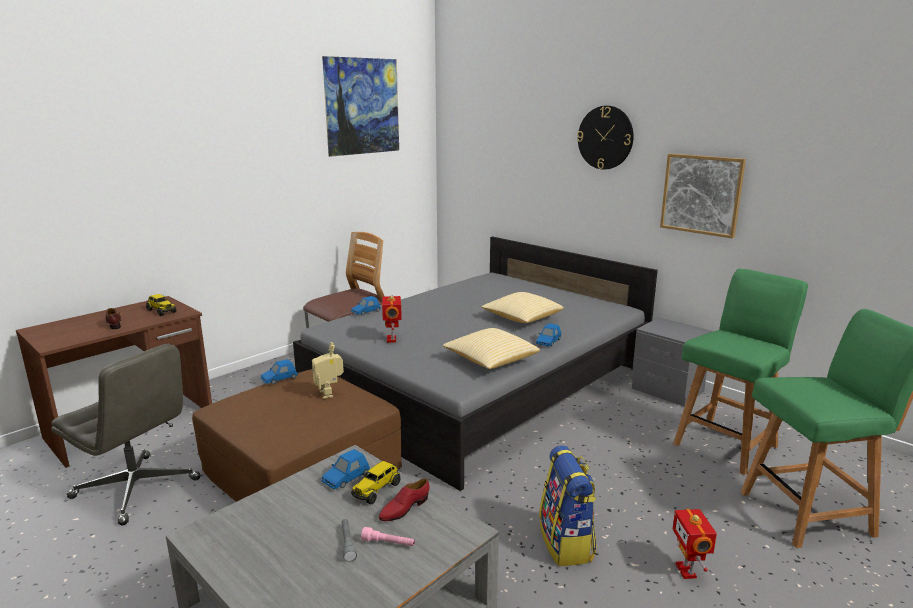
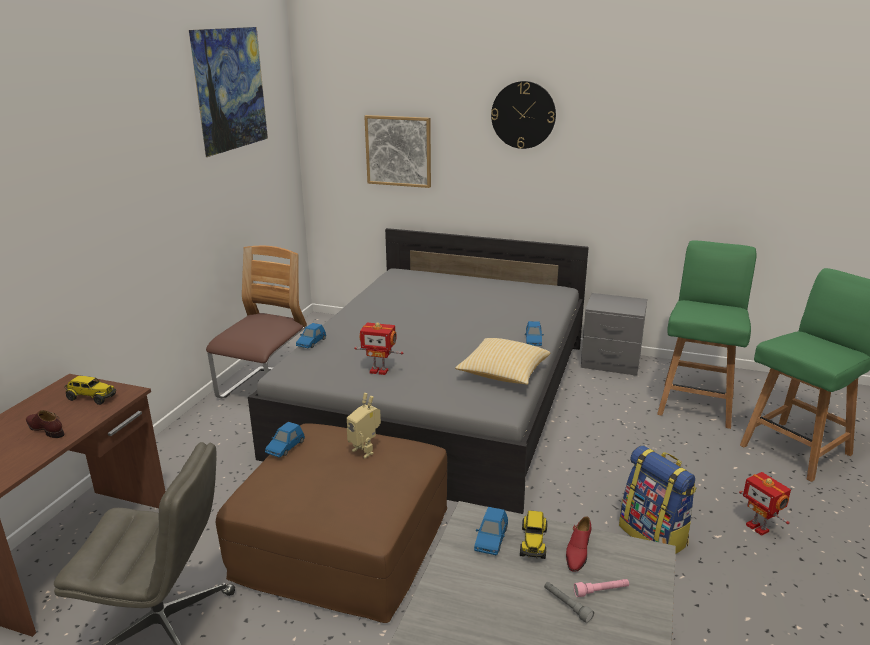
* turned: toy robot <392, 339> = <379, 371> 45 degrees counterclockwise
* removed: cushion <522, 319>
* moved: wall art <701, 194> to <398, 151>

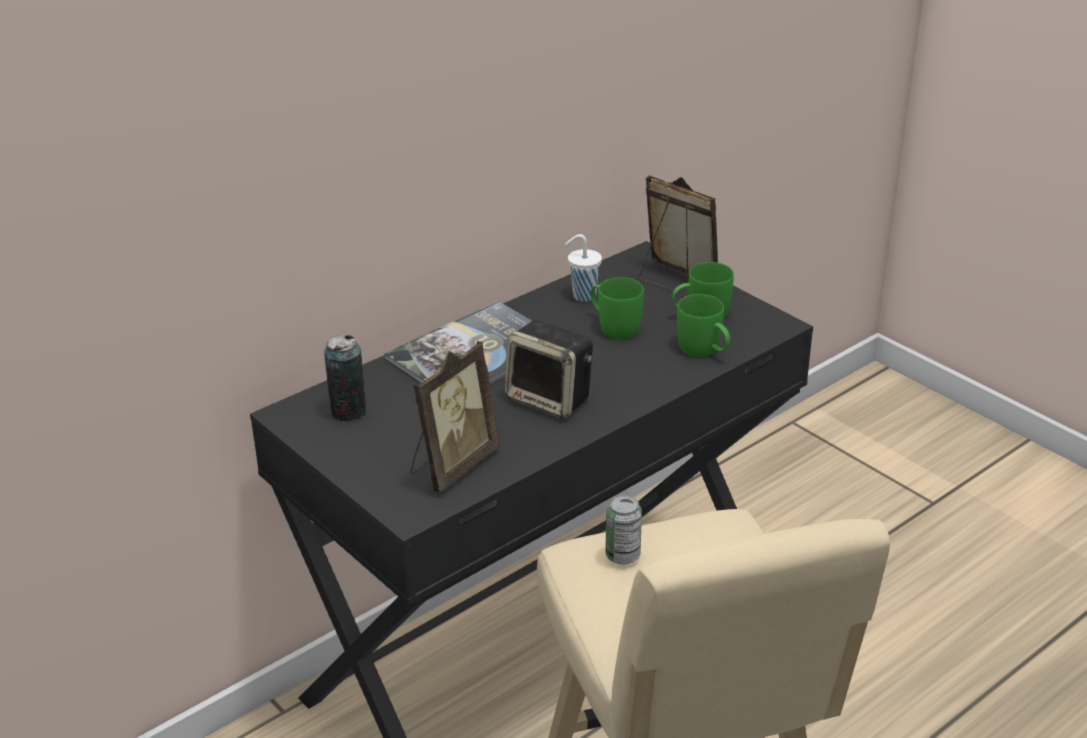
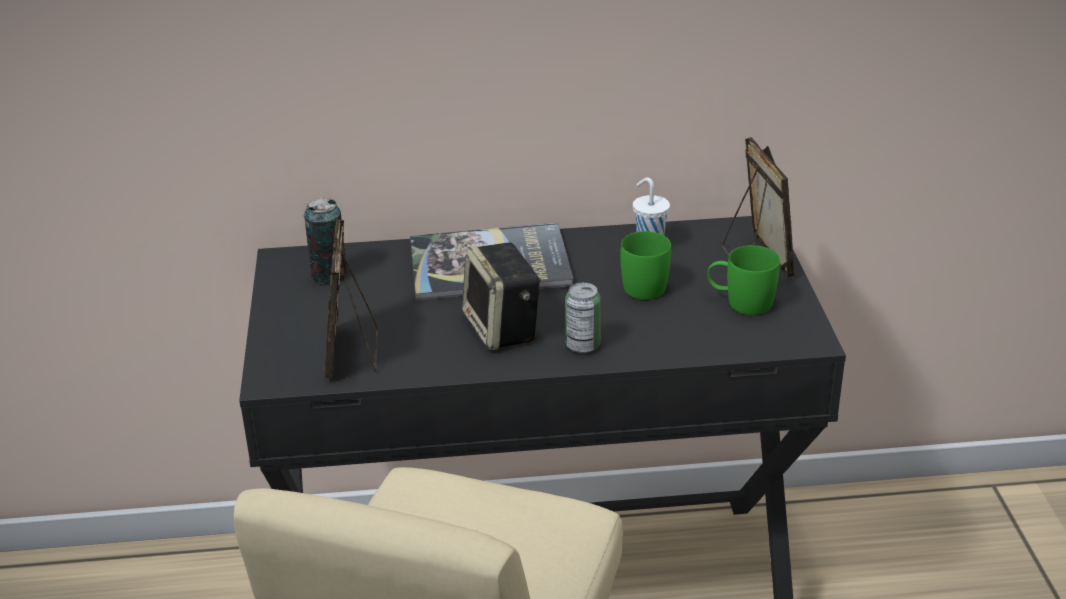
* turned: picture frame <452, 465> = <352, 353> 105 degrees clockwise
* moved: metal can <622, 555> to <582, 345>
* removed: tea mug (greenish) <704, 351>

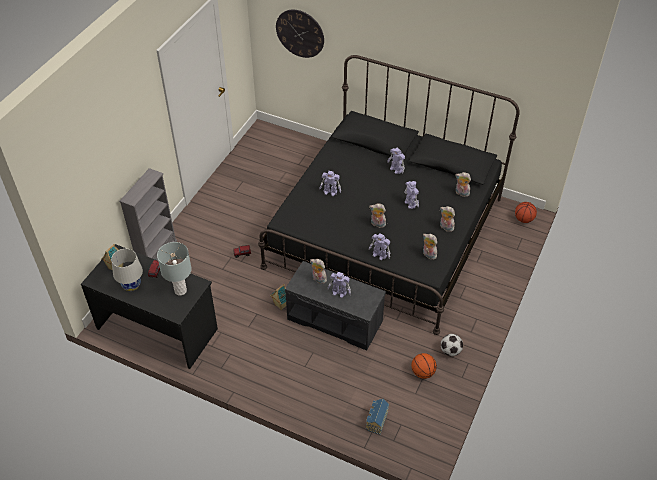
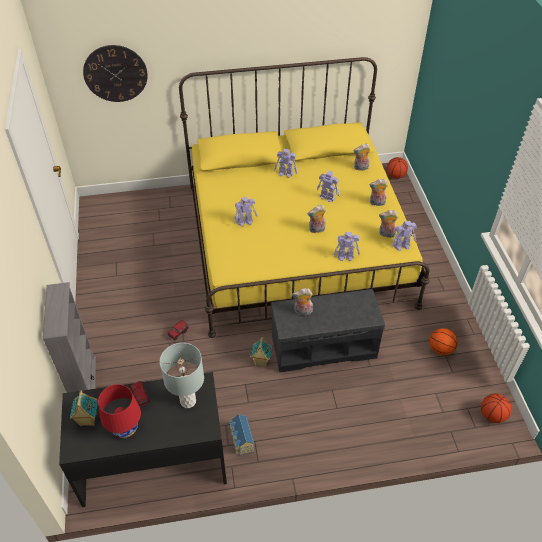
* recoloured: lamp for a table (white) <131, 285> to lamp for a table (red) <125, 428>
* recoloured: sleeping bed (black) <385, 232> to sleeping bed (yellowish) <295, 242>
* moved: toy robot <339, 293> to <402, 246>
* moved: miniature house <376, 420> to <241, 440>
* removed: ball for football <450, 351>
* added: basketball <492, 415>

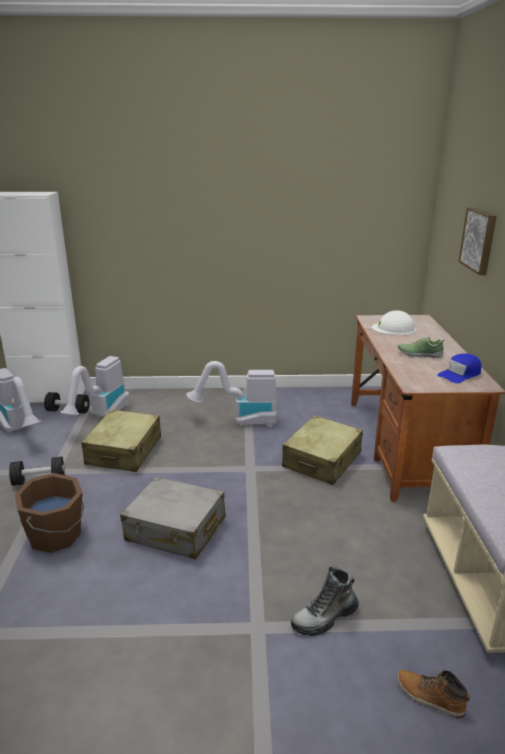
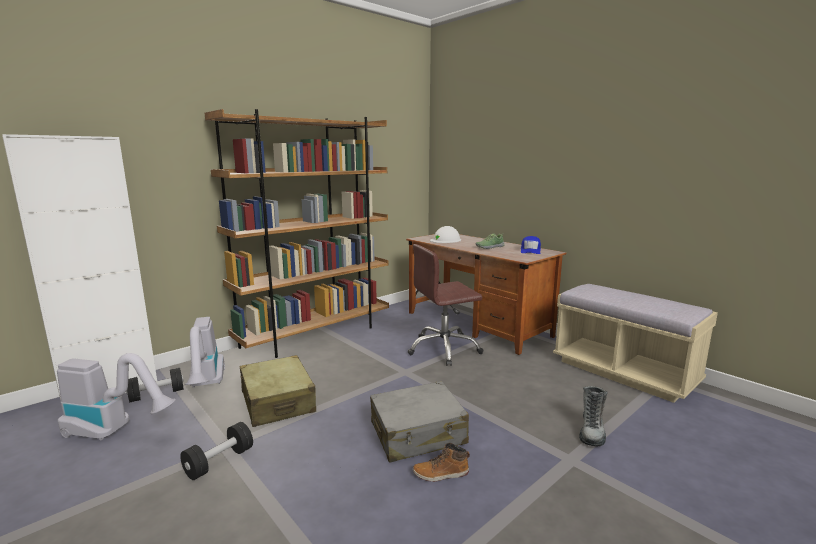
* removed: pail (brown) <56, 535>
* removed: hoover <240, 420>
* replaced: suitcase (sand-coloured) <322, 460> to desk chair (brown) <444, 349>
* moved: tall boot <429, 697> to <441, 474>
* removed: wall art <479, 240>
* added: shelving unit (brown) <316, 335>

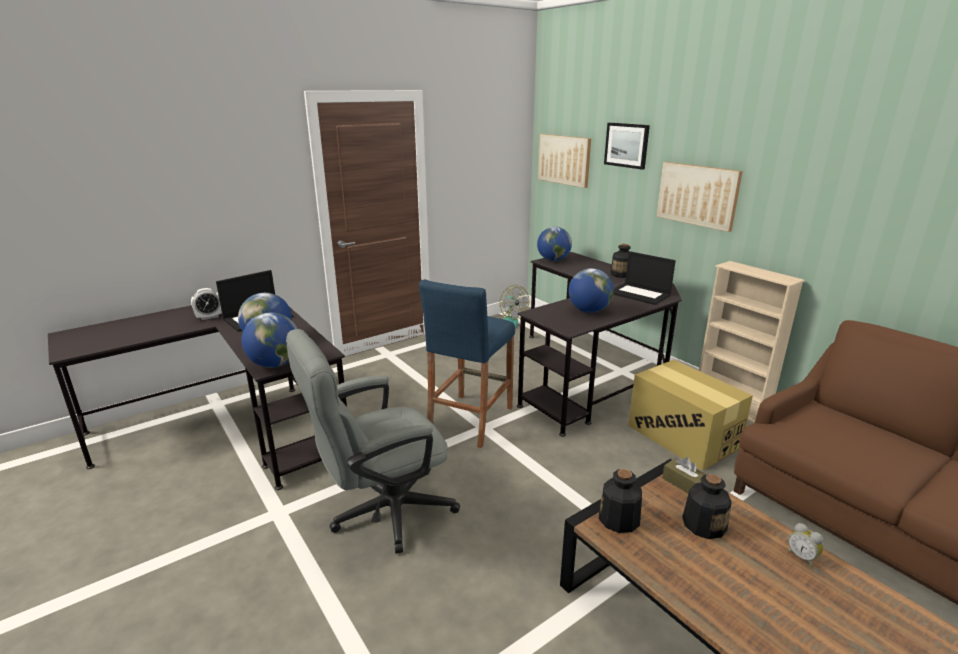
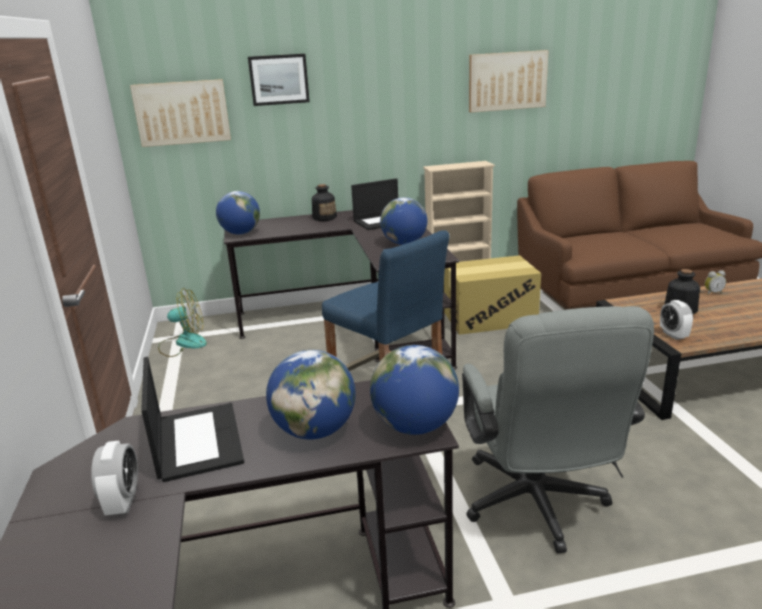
* replaced: beverage bottle <619, 519> to bedside clock <673, 335>
* moved: wall art <697, 195> to <507, 81>
* removed: box of tissues (brown) <684, 483>

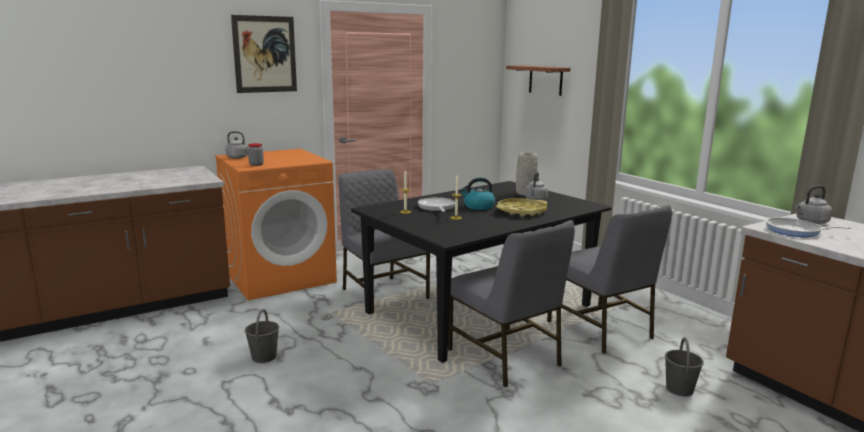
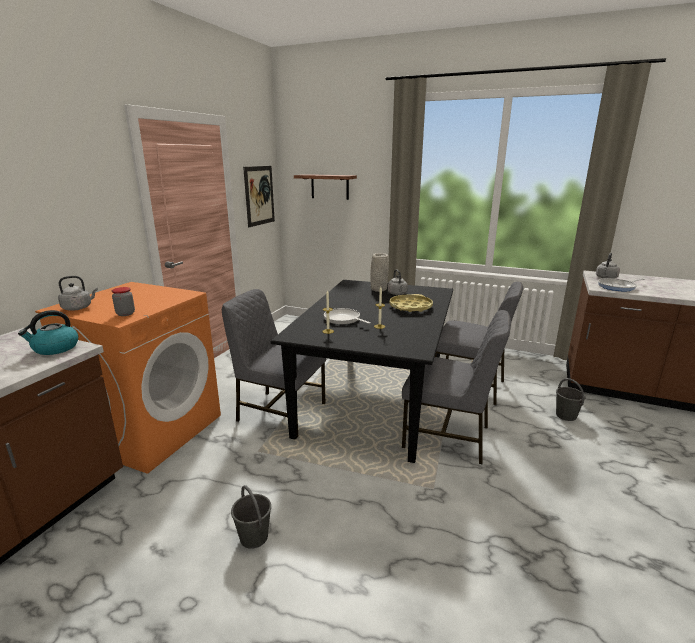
* moved: wall art <265, 54> to <259, 195>
* moved: kettle <478, 206> to <55, 348>

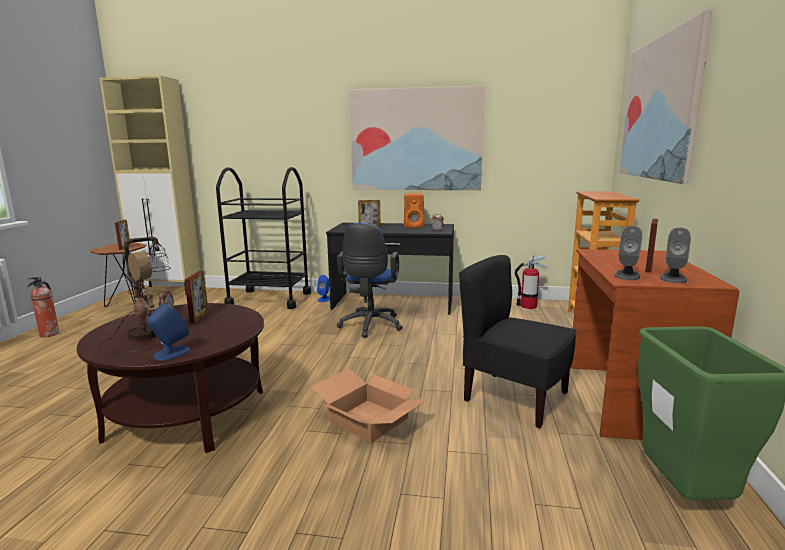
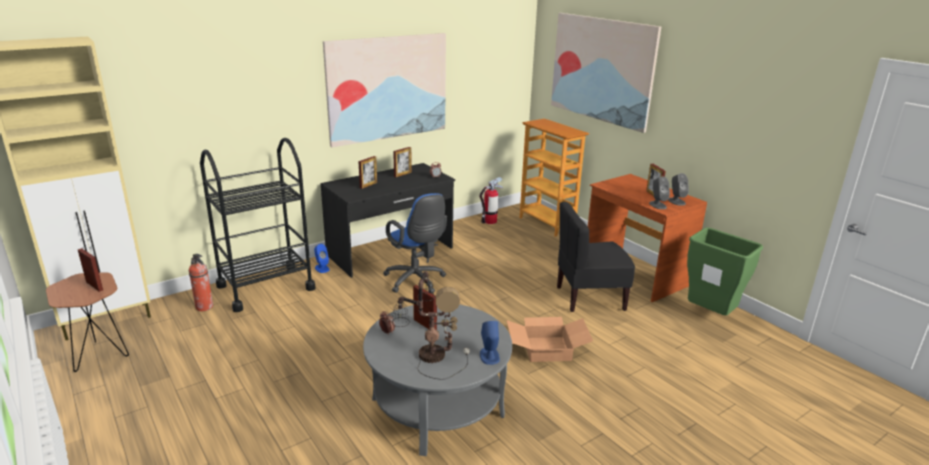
* moved: fire extinguisher <48, 334> to <205, 307>
* recoloured: low table (brown) <187, 414> to low table (gray) <437, 406>
* replaced: speaker (orange-coloured) <414, 226> to picture frame <402, 174>

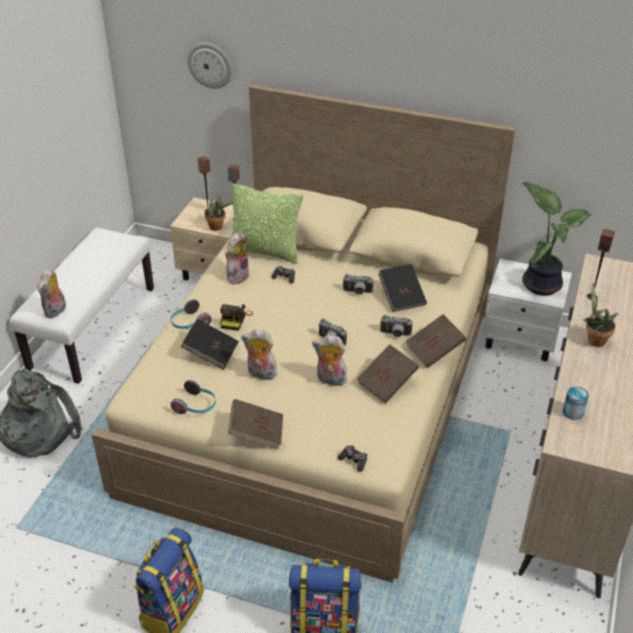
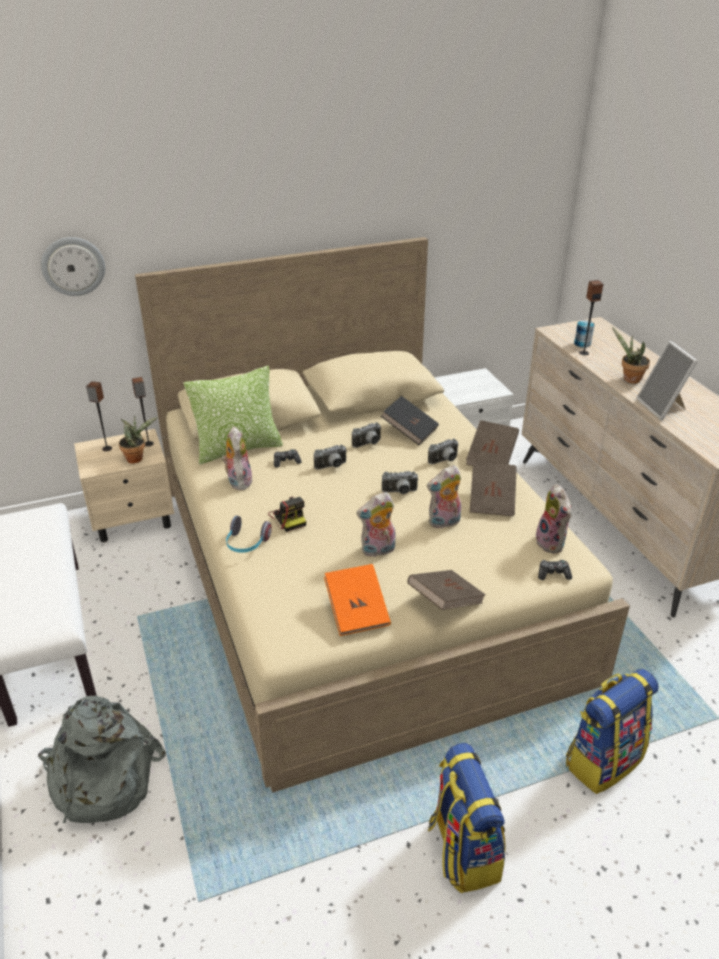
* moved: soft toy <56, 312> to <552, 543>
* replaced: pair of headphones <196, 406> to volume (orange-coloured) <357, 612>
* removed: volume (black) <211, 353>
* removed: houseplant <541, 283>
* moved: metal can <573, 412> to <582, 343>
* added: still camera <332, 466>
* added: picture frame <662, 407>

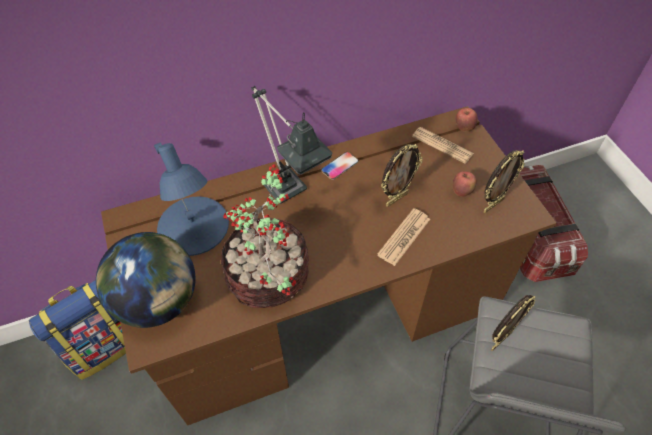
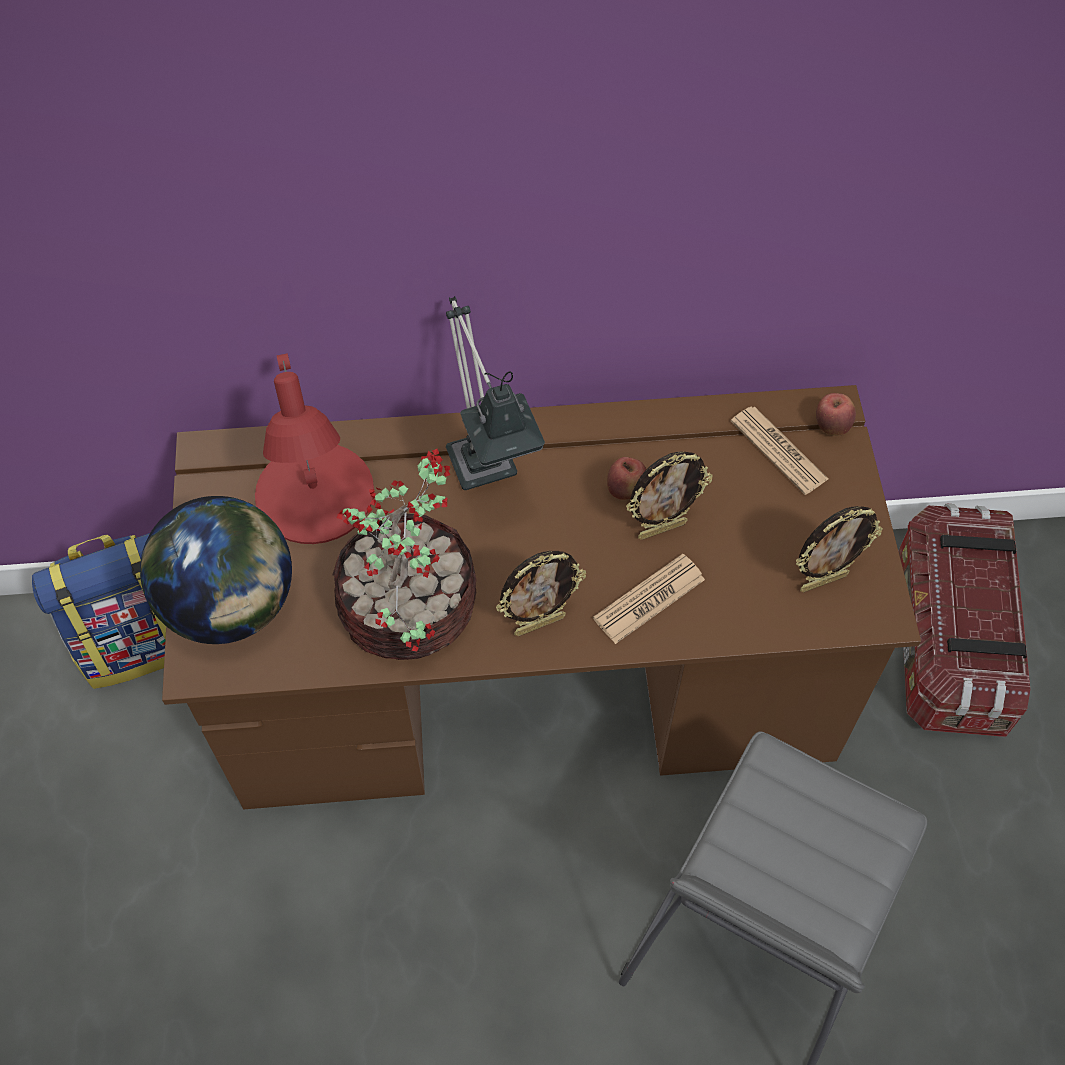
* recoloured: lamp for a table (bluish) <193, 226> to lamp for a table (red) <314, 495>
* removed: phone <339, 166>
* moved: apple <462, 191> to <625, 490>
* moved: picture frame <500, 339> to <539, 624>

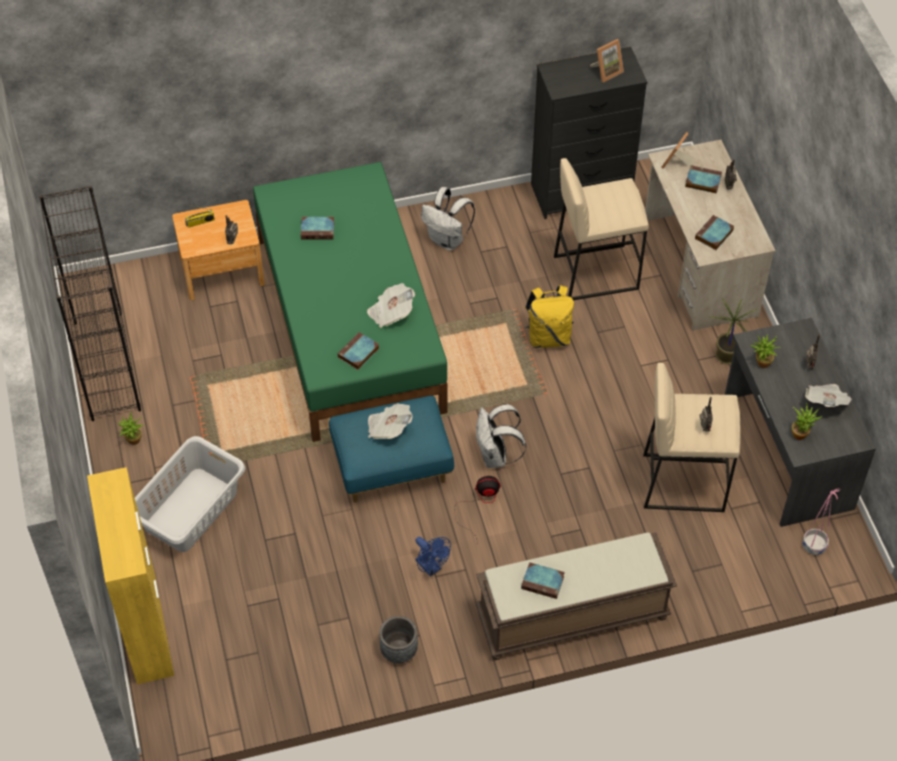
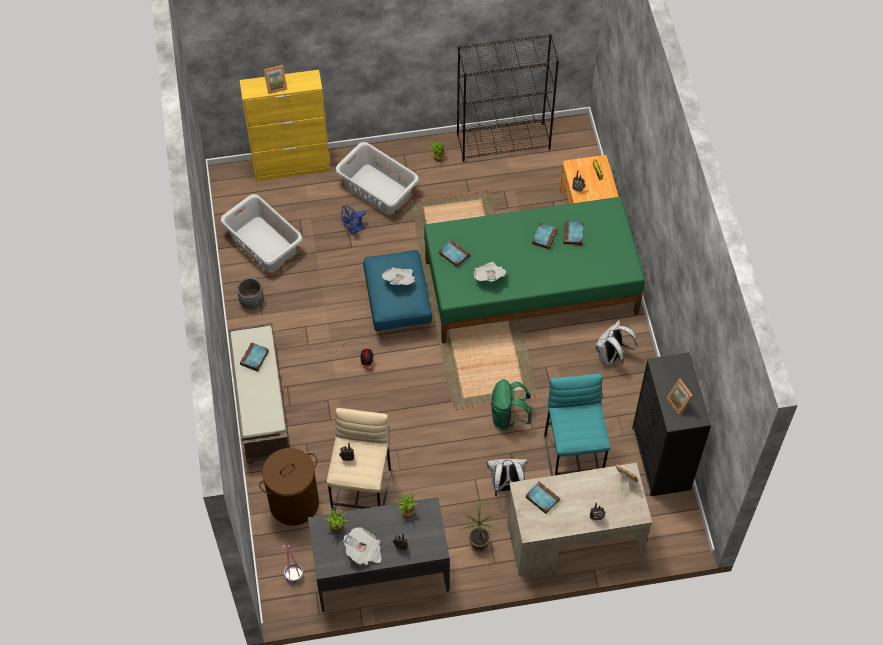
* moved: electric fan (bluish) <431, 567> to <353, 230>
* moved: backpack (white) <495, 456> to <506, 486>
* recoloured: backpack (yellowish) <548, 337> to backpack (greenish) <508, 417>
* recoloured: stool (sand-coloured) <596, 272> to stool (blue-green) <573, 459>
* moved: volume <702, 181> to <544, 237>
* added: laundry basket (gray) <264, 243>
* added: laundry basket (brown) <294, 502>
* added: picture frame <275, 86>

